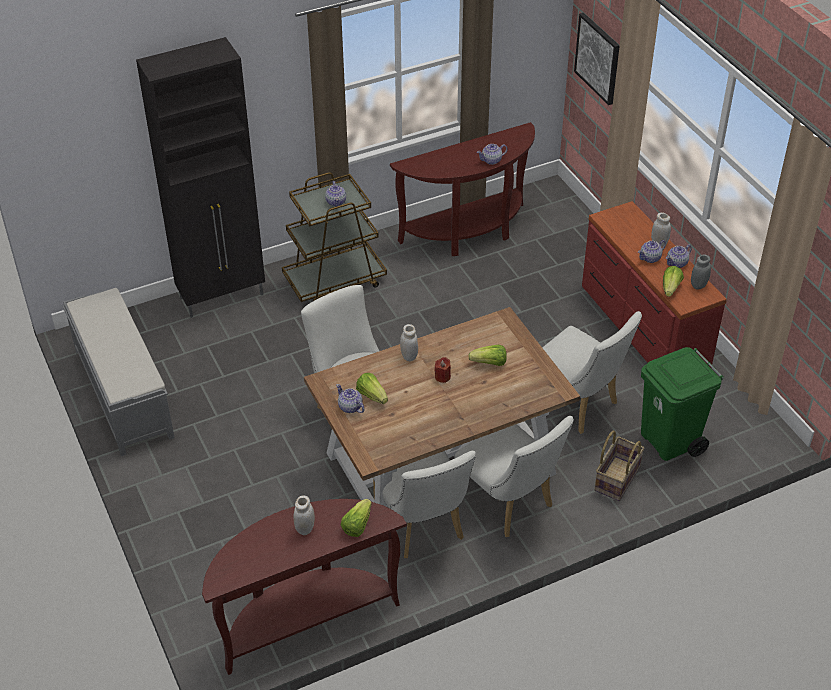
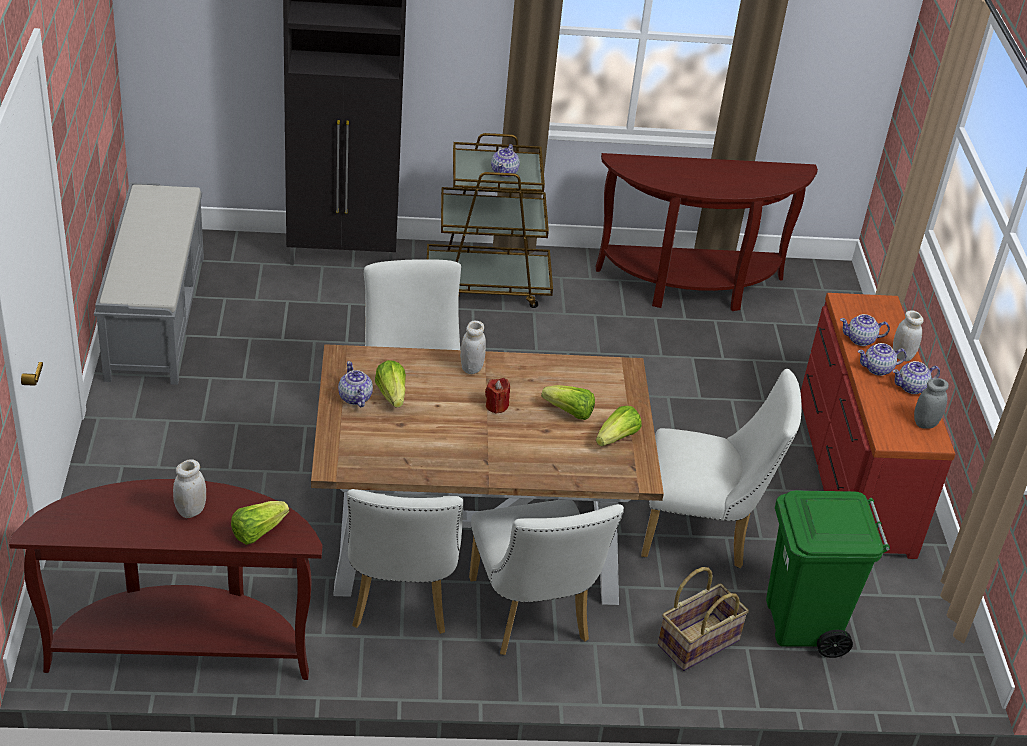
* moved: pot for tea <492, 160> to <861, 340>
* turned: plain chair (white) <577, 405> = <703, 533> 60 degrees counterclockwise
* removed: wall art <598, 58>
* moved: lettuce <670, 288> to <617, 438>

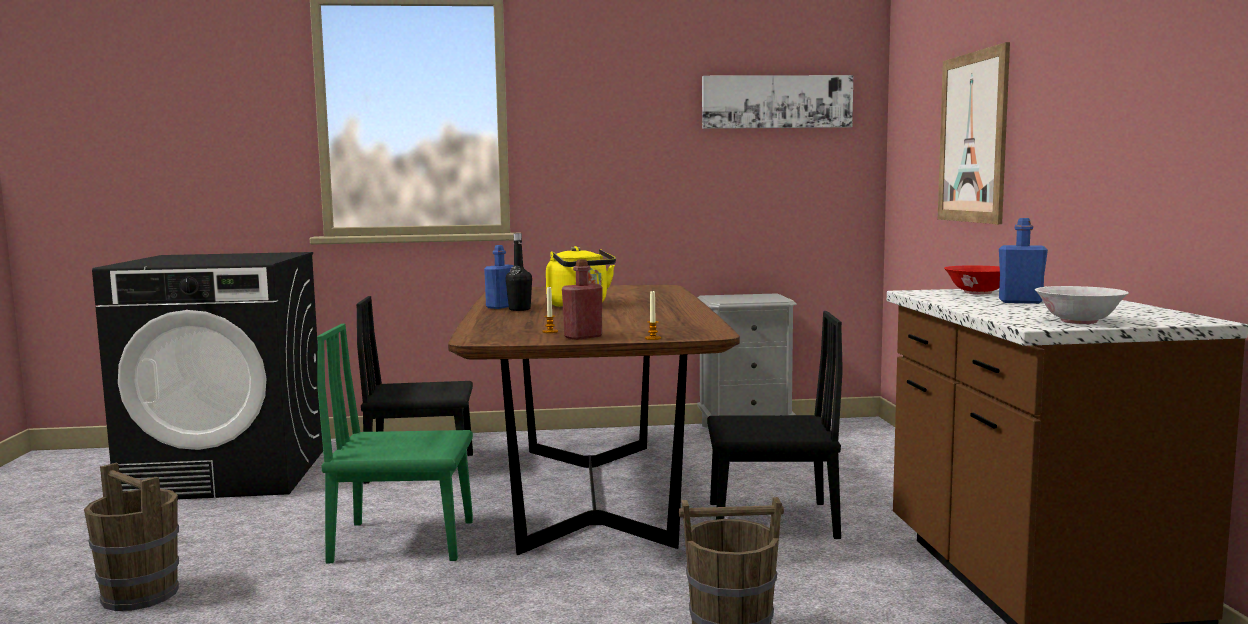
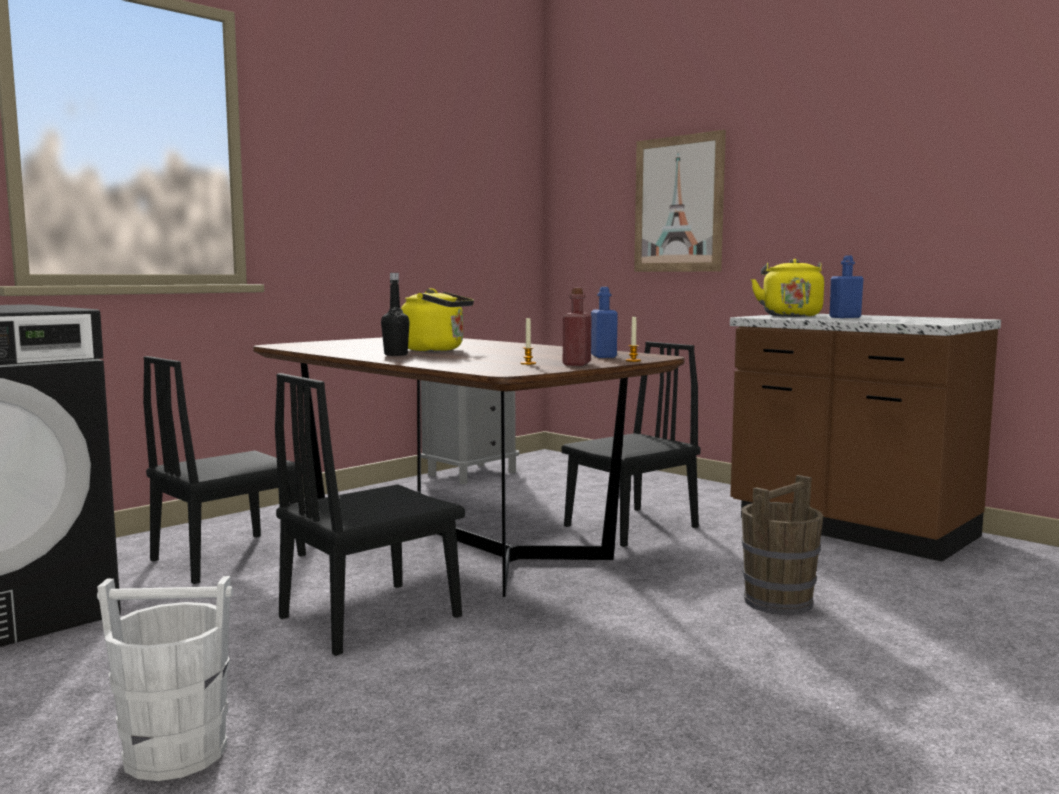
* recoloured: pail (brown) <140, 594> to pail (white) <174, 753>
* recoloured: plain chair (greenish) <403, 541> to plain chair (black) <371, 616>
* moved: beverage bottle (bluish) <500, 307> to <603, 356>
* removed: wall art <776, 102>
* replaced: deep dish (red) <978, 292> to kettle (yellowish) <790, 315>
* removed: deep dish (white) <1079, 321>

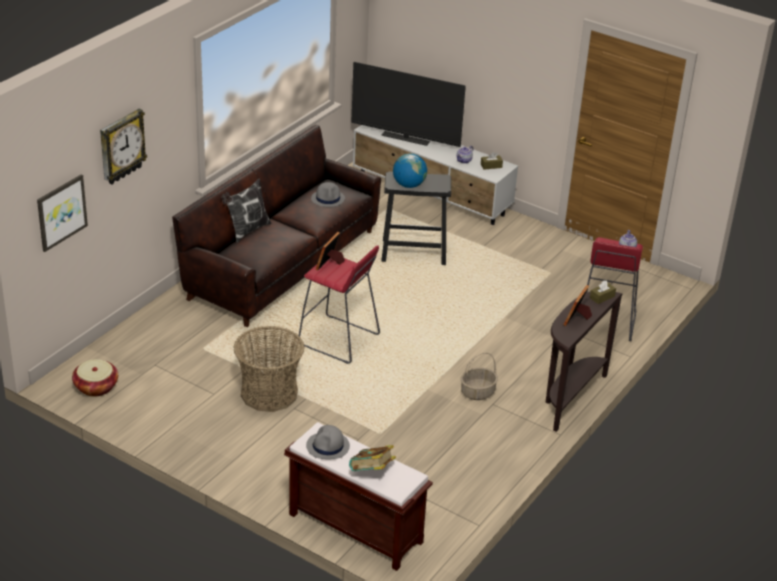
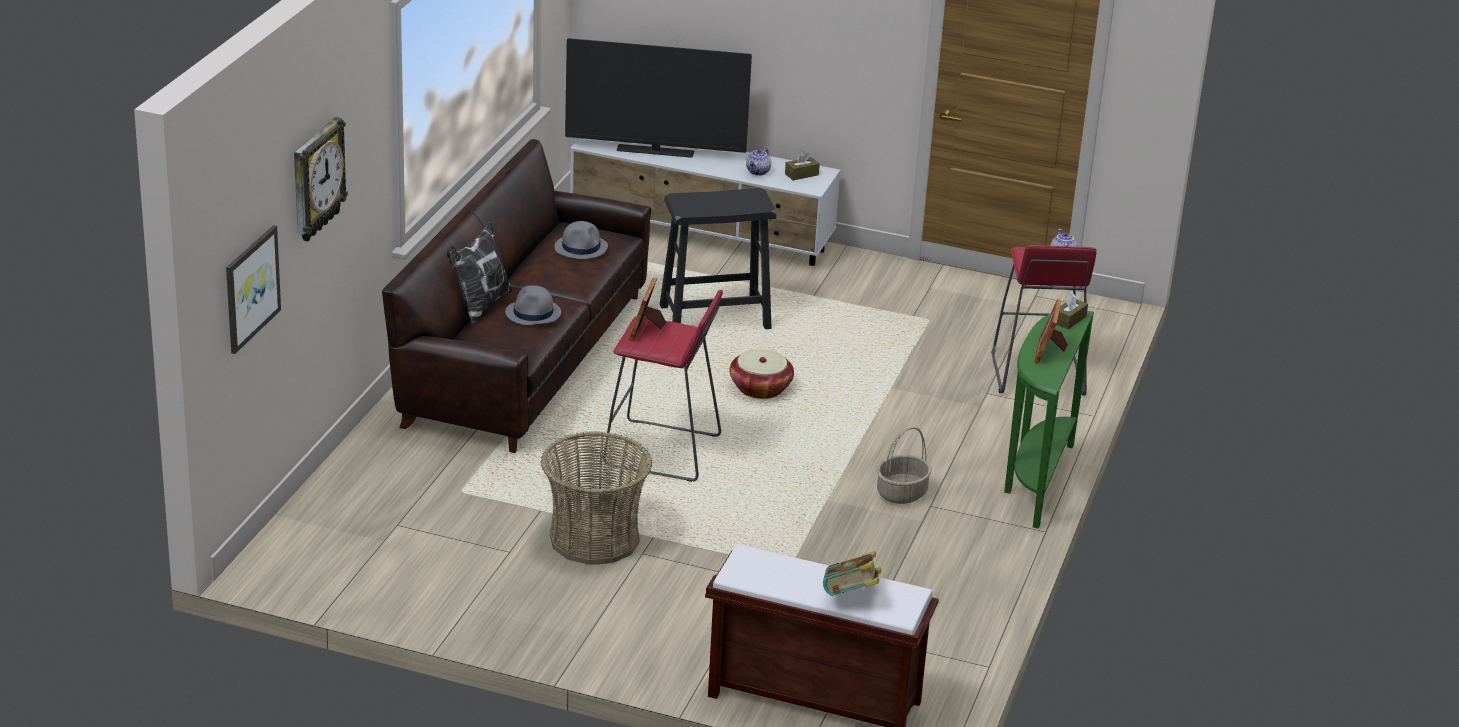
* moved: storage basket <96, 387> to <760, 388>
* moved: hat (gray) <328, 446> to <533, 313>
* removed: desk globe <409, 185>
* recoloured: narrow table (brown) <569, 397> to narrow table (greenish) <1035, 481>

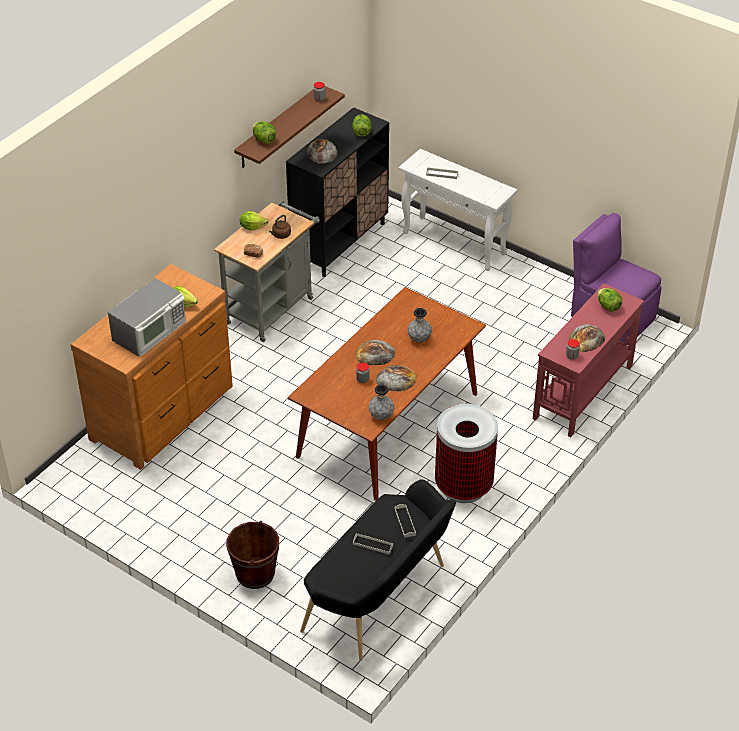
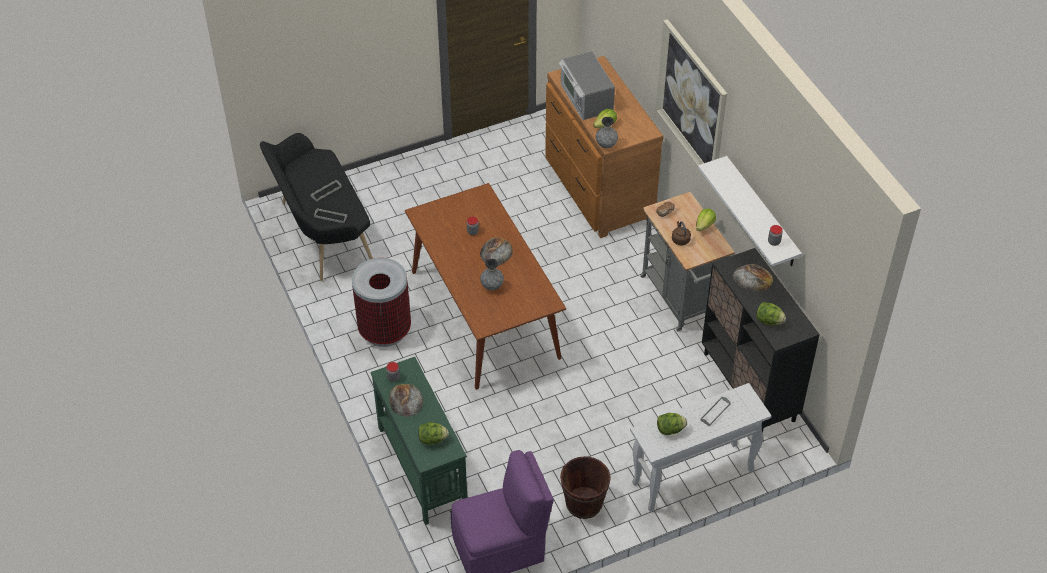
* moved: pail (brown) <255, 574> to <584, 503>
* recoloured: bracket shelf (brown) <278, 127> to bracket shelf (white) <761, 213>
* moved: lettuce <264, 140> to <670, 430>
* moved: decorative vase (gray) <381, 416> to <606, 145>
* removed: baked bread <396, 379>
* recoloured: narrow table (red) <582, 392> to narrow table (greenish) <422, 466>
* added: wall art <692, 101>

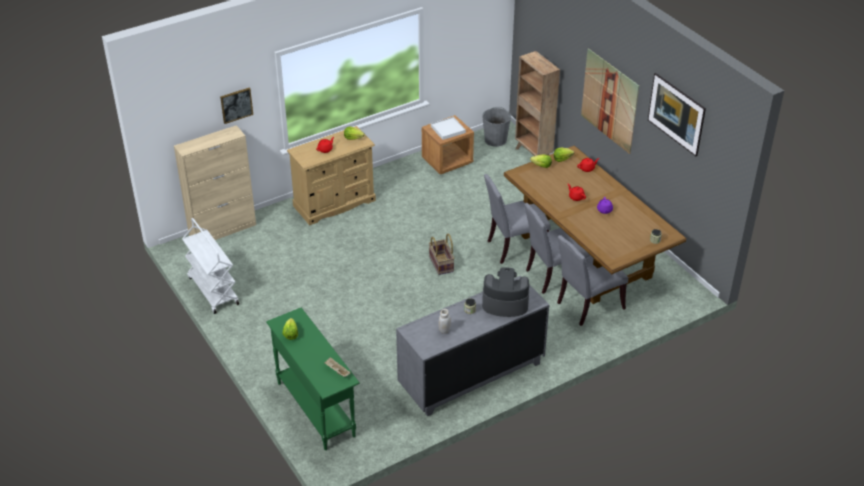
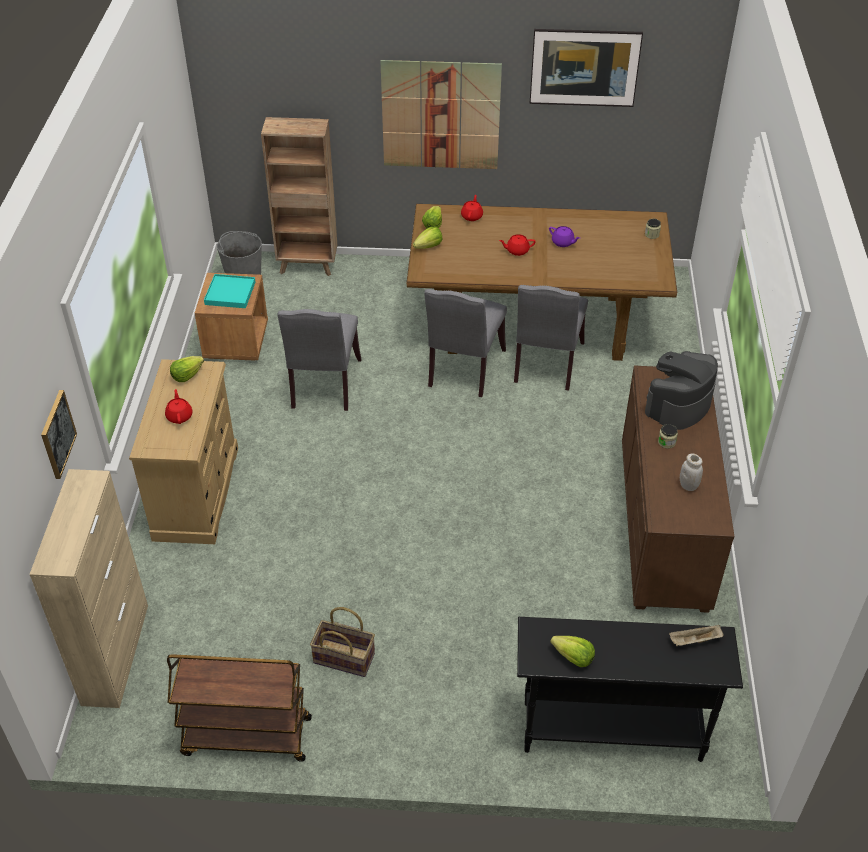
* recoloured: wheeled cart (white) <212, 290> to wheeled cart (brown) <245, 737>
* recoloured: narrow table (greenish) <316, 409> to narrow table (black) <611, 730>
* recoloured: drawer chest (gray) <471, 374> to drawer chest (brown) <663, 529>
* moved: storage basket <442, 264> to <344, 657>
* recoloured: tray (white) <448, 129> to tray (blue-green) <230, 293>
* moved: plain chair (gray) <587, 306> to <323, 386>

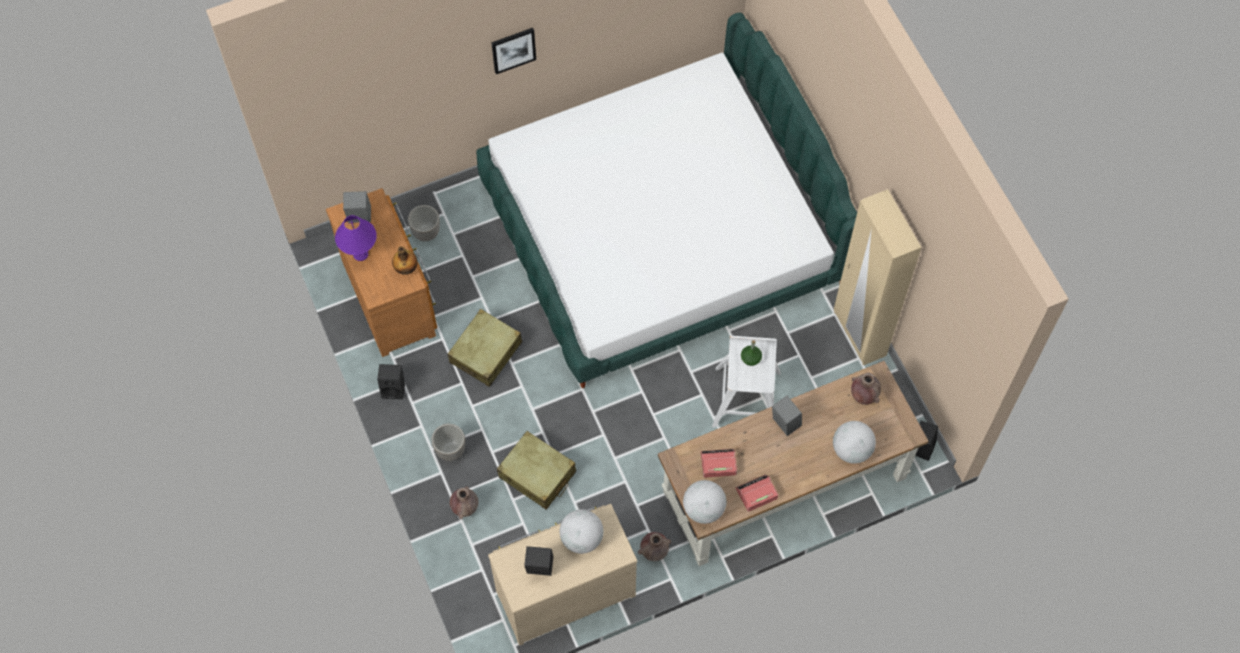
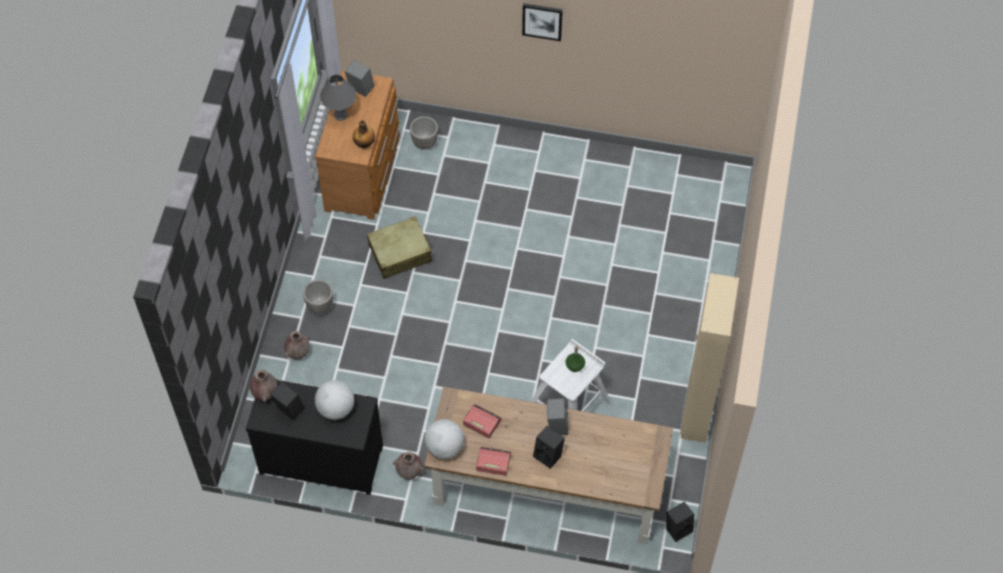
* recoloured: lamp for a table (purple-coloured) <361, 254> to lamp for a table (gray) <340, 115>
* moved: speaker (black) <394, 388> to <549, 455>
* removed: sleeping bed <660, 232>
* recoloured: drawer chest (sand-coloured) <563, 590> to drawer chest (black) <321, 456>
* removed: suitcase (sand-coloured) <537, 475>
* removed: desk globe <851, 449>
* moved: decorative vase (brown) <863, 396> to <265, 393>

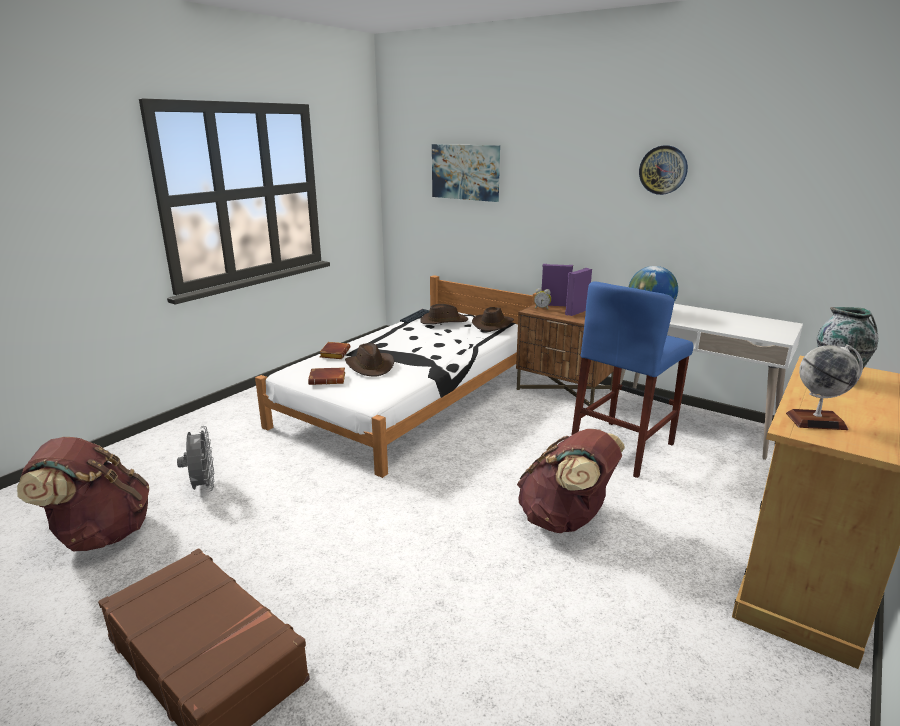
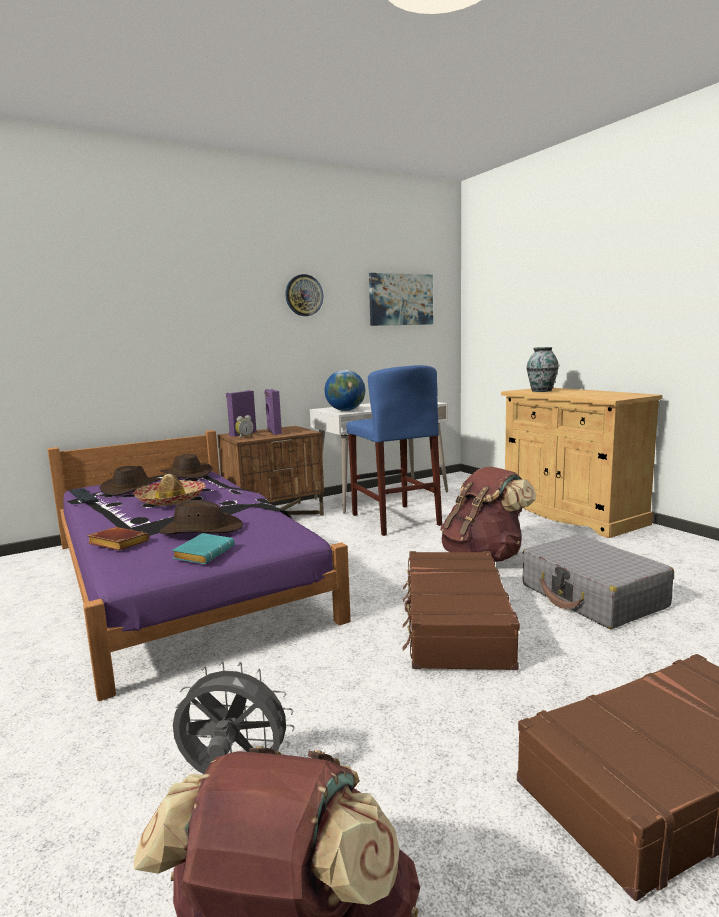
* recoloured: sleeping bed (white) <414, 396> to sleeping bed (purple-coloured) <180, 577>
* recoloured: volume (brown) <328, 379> to volume (blue-green) <204, 553>
* moved: wall art <465, 172> to <400, 299>
* removed: desk globe <816, 421>
* added: hat <171, 500>
* added: suitcase (brown) <454, 624>
* added: suitcase (gray) <592, 596>

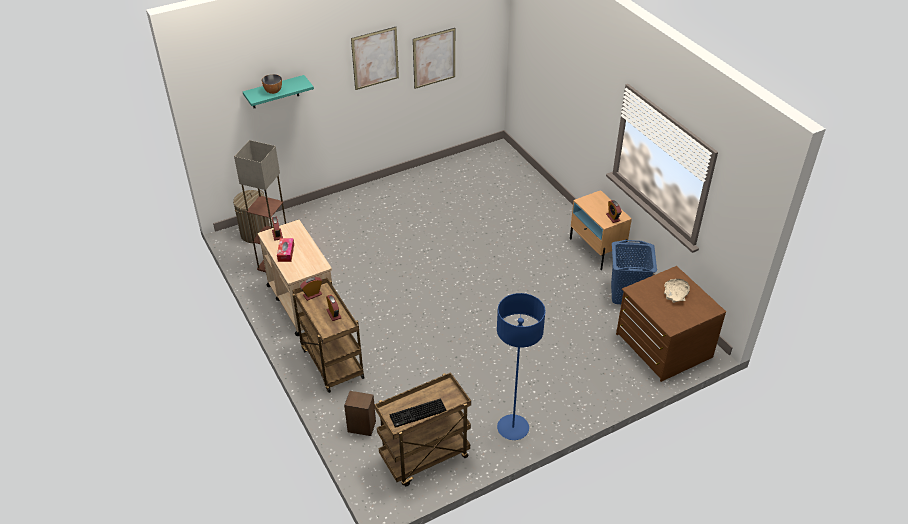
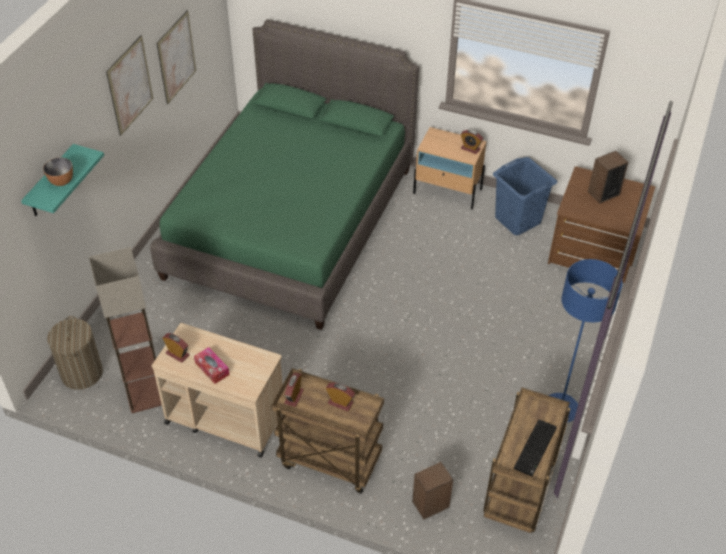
* replaced: deep dish (sand-coloured) <675, 294> to speaker <603, 193>
* added: sleeping bed (greenish) <292, 222>

